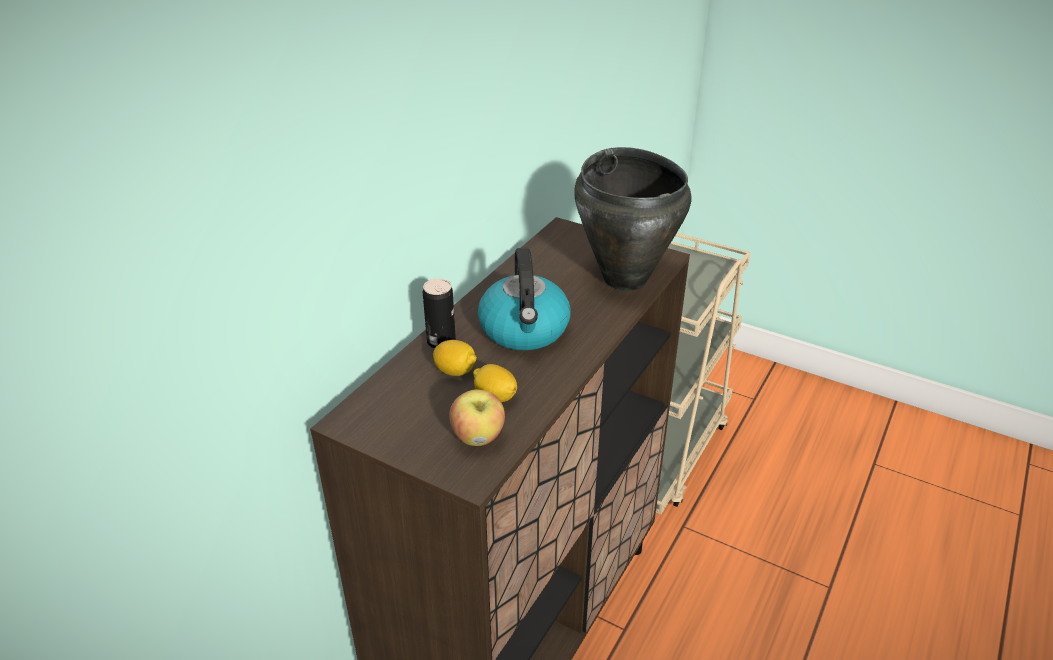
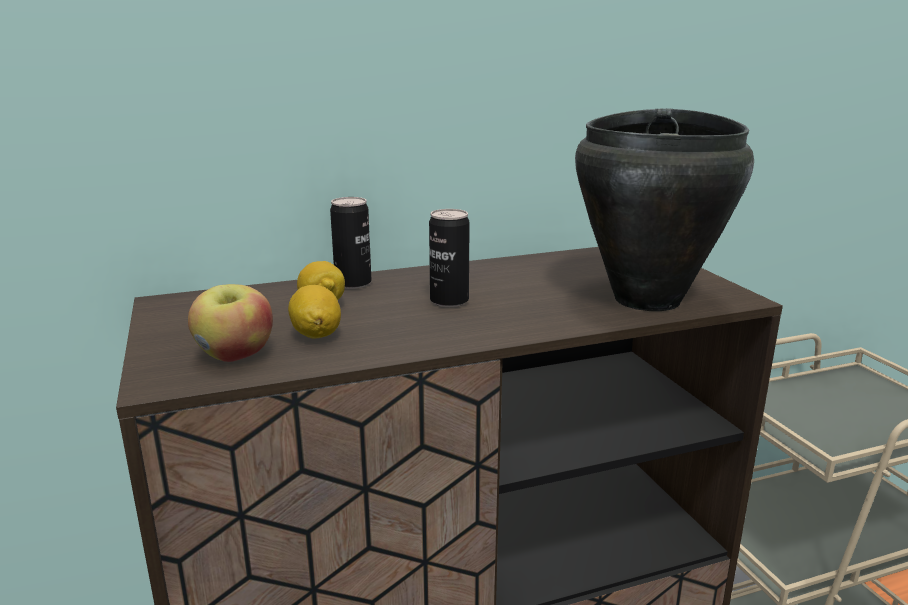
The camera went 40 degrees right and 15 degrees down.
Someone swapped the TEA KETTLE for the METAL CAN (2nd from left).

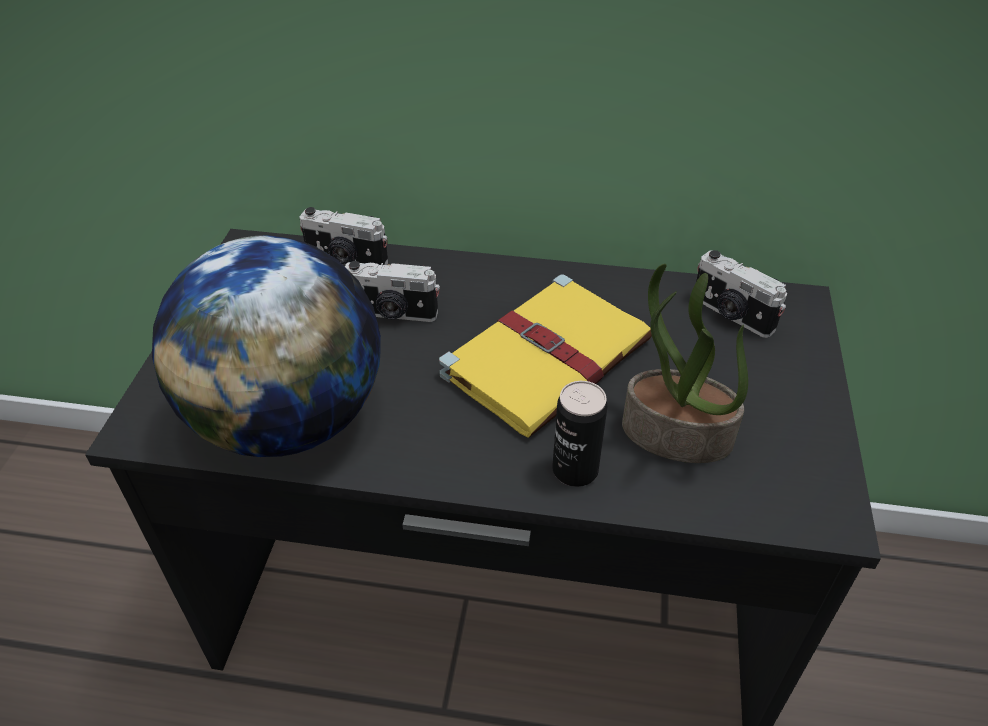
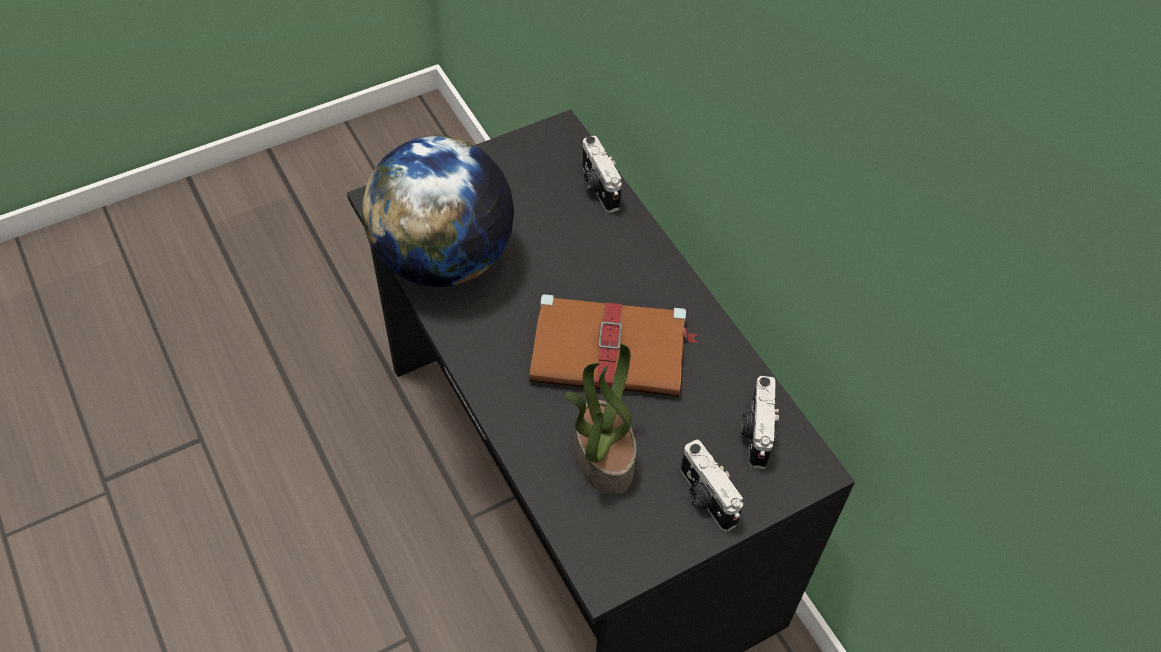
The camera went 50 degrees right and 10 degrees up.
Someone carried the STILL CAMERA (2nd from left).
Someone repainted the YELLOW-COLOURED VOLUME, which became the BROWN VOLUME.
Someone took away the METAL CAN.

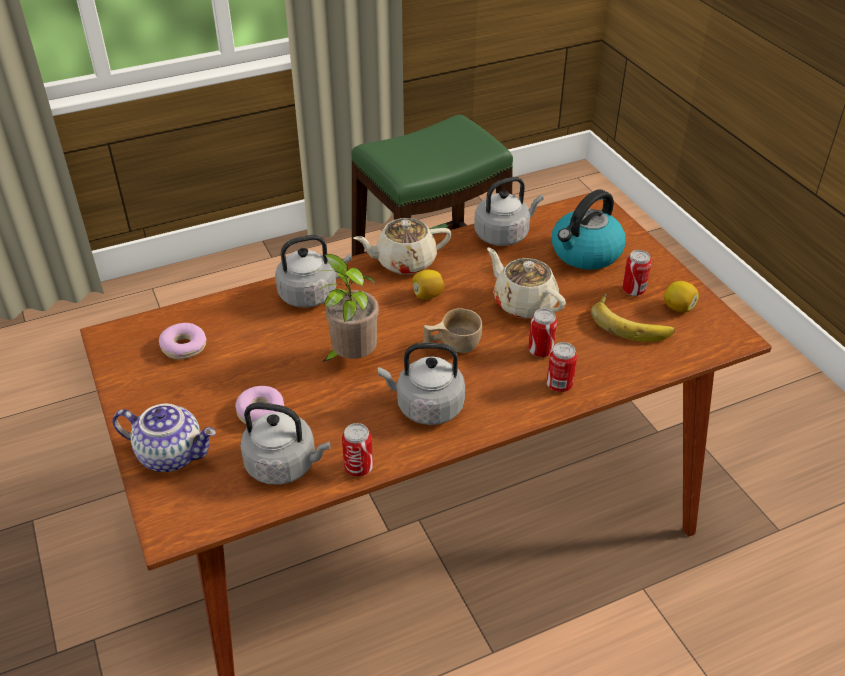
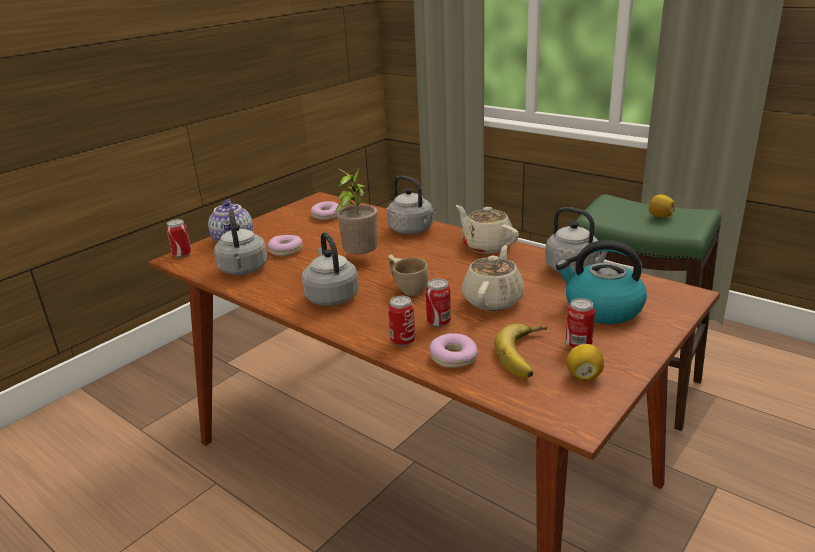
The camera went 65 degrees right and 15 degrees down.
Someone carried the METAL CAN (1st from left).
Someone carried the CITRUS FRUIT (1st from left in the first image).
Someone put down the RING DOUGHNUT (3rd from left).

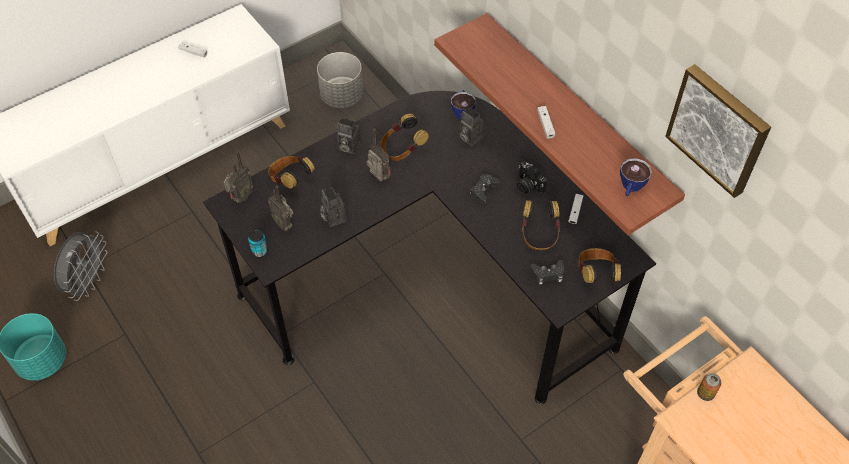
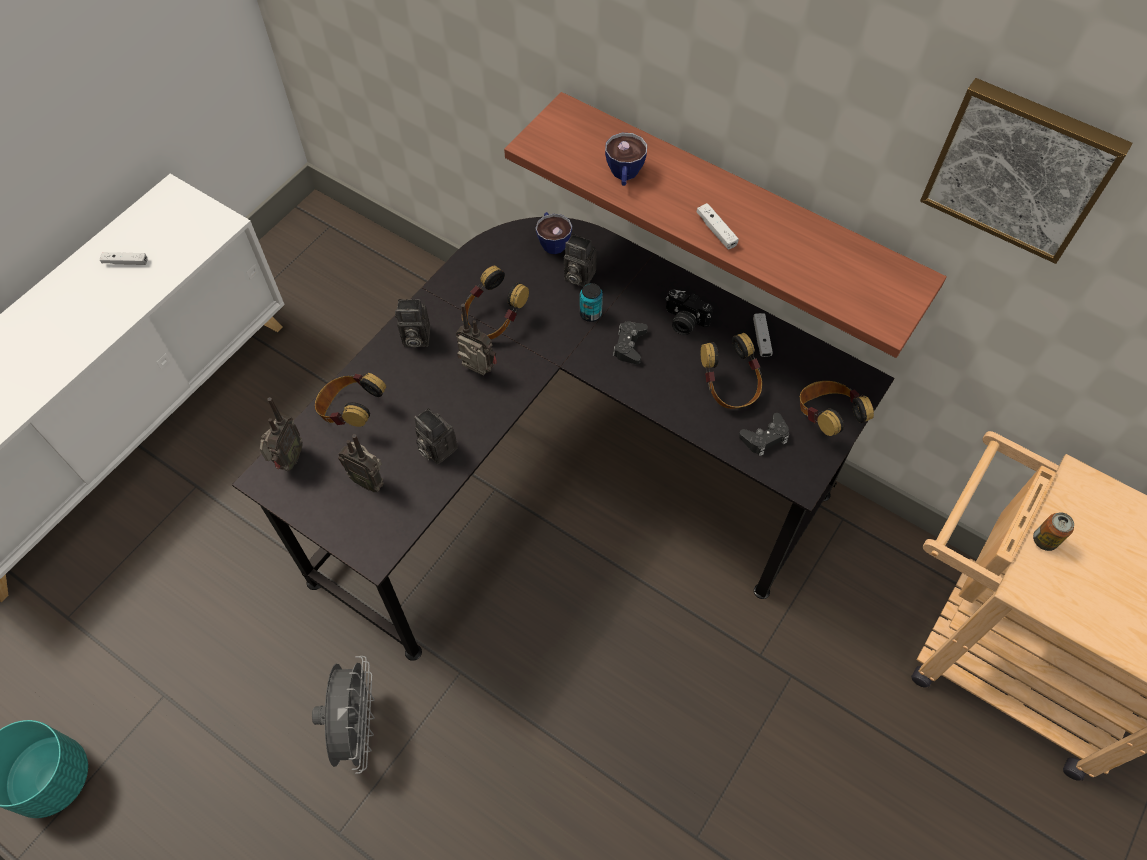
The camera went 20 degrees left and 5 degrees up.
Someone carried the GRAY FAN.
Someone carried the METAL CAN (1st from left).
Someone took away the GRAY PLANTER.
Someone carried the CUP (2nd from left).

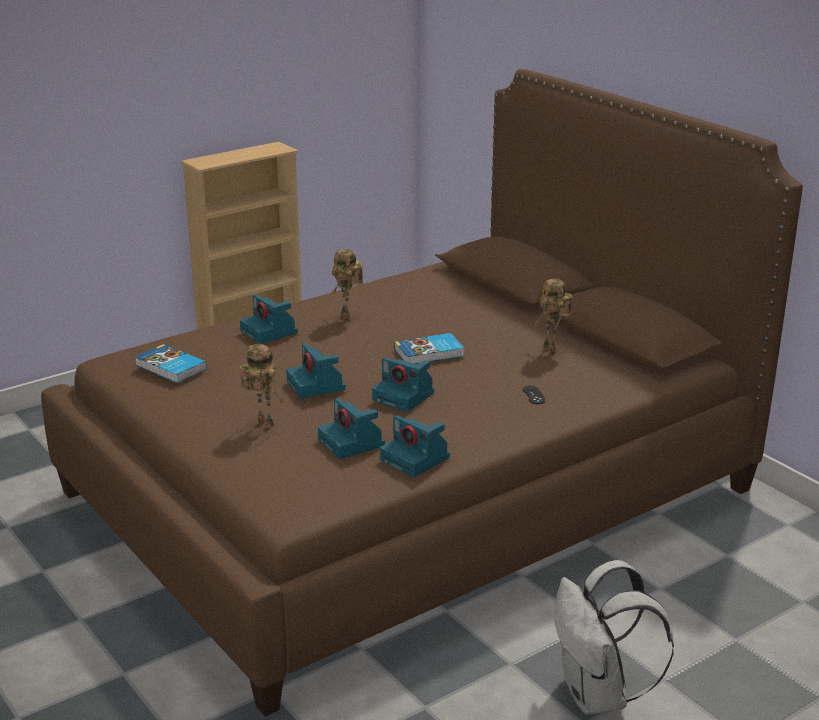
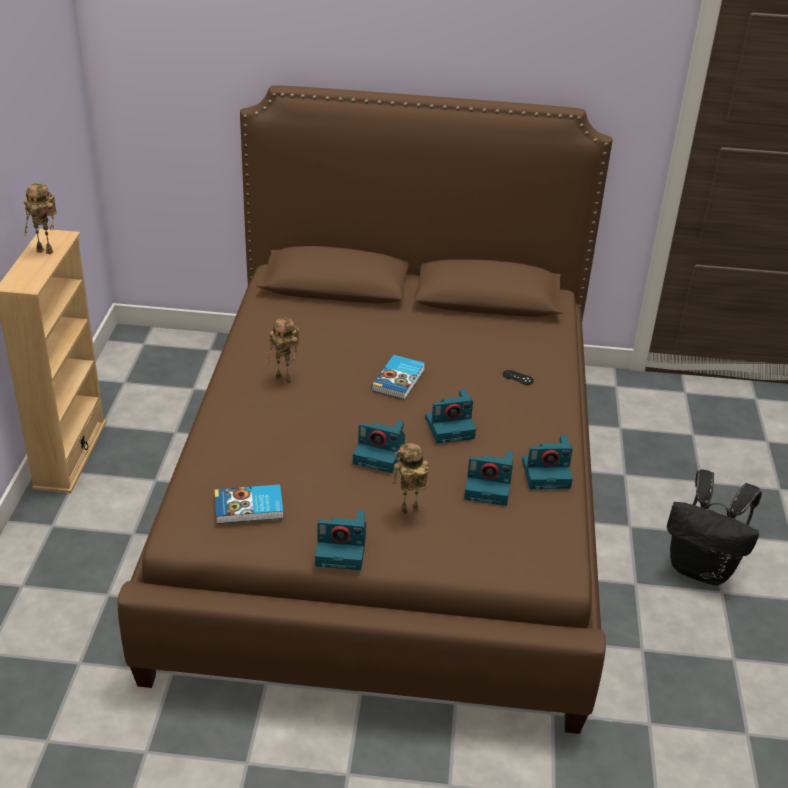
The camera went 50 degrees left and 10 degrees up.
Someone carried the STILL CAMERA (1st from left).
Someone carried the TOY ROBOT (3rd from left in the first image).
Someone repainted the WHITISH KNAPSACK, which became the BLACK-COLOURED KNAPSACK.

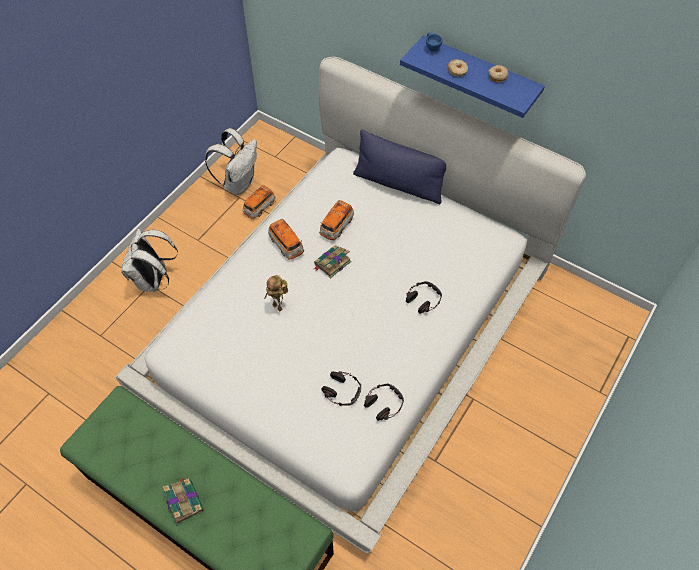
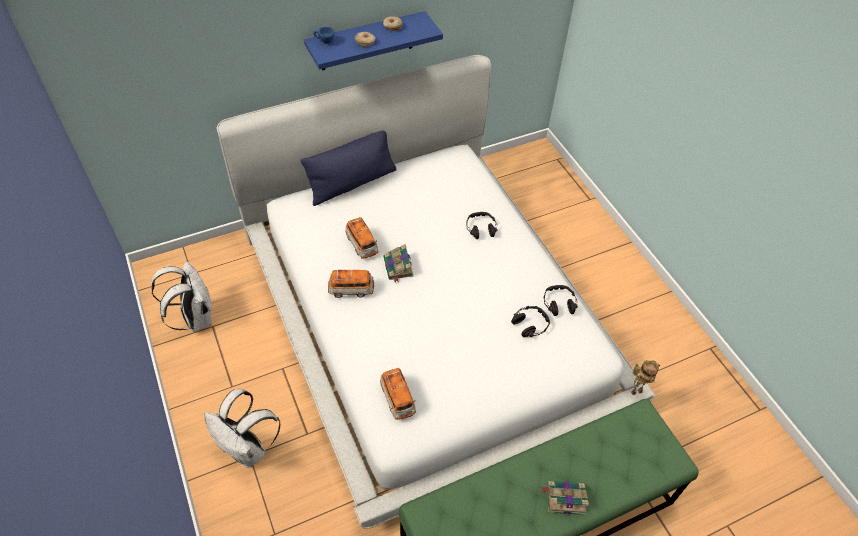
The camera went 60 degrees left and 5 degrees down.
Someone carried the MINIATURE CAR (1st from left in the first image).
Someone carried the TOY ROBOT.

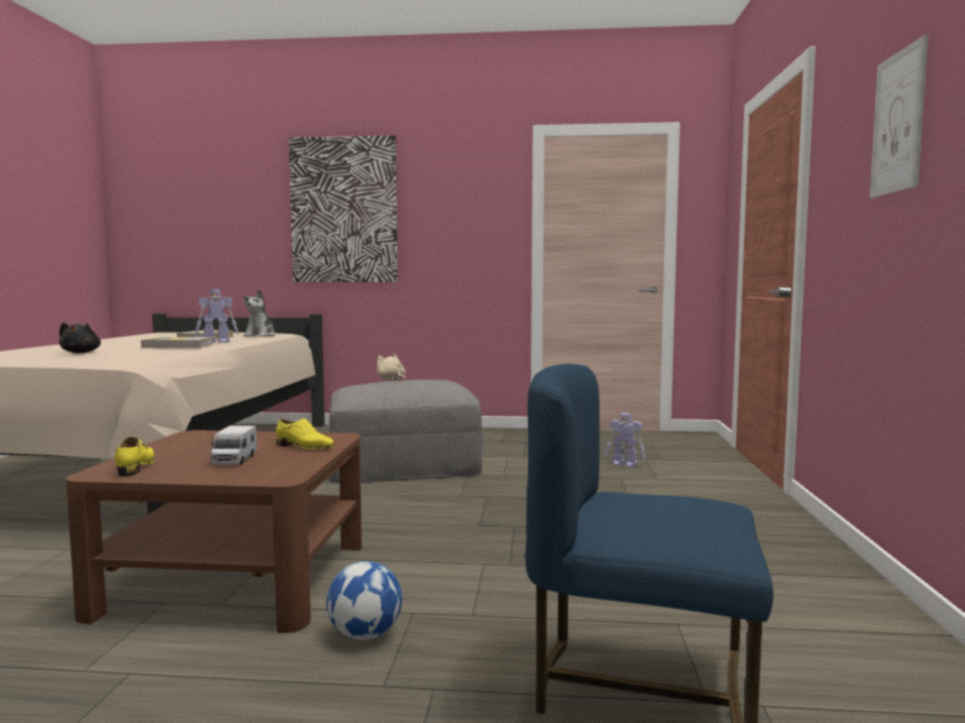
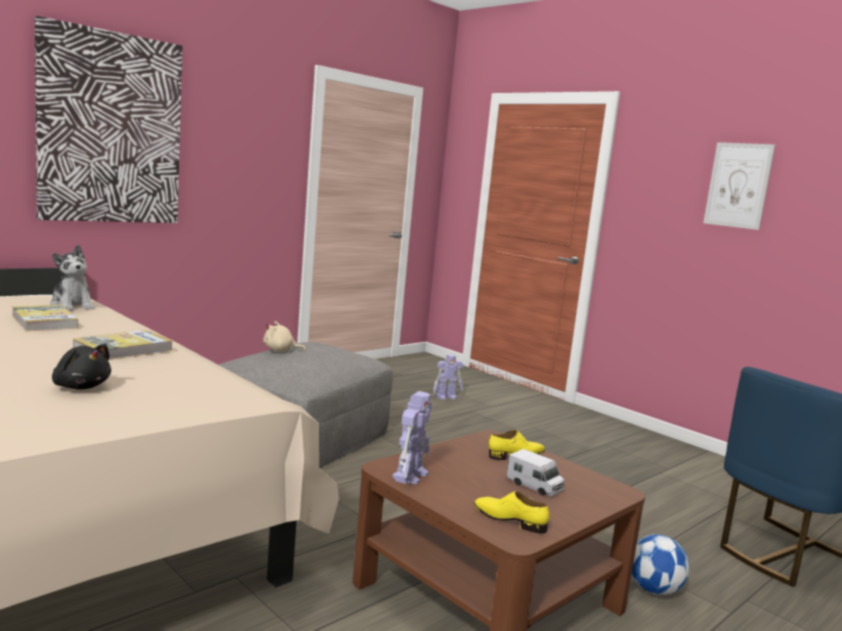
The camera went 50 degrees left and 5 degrees up.
Someone carried the TOY ROBOT (1st from left).

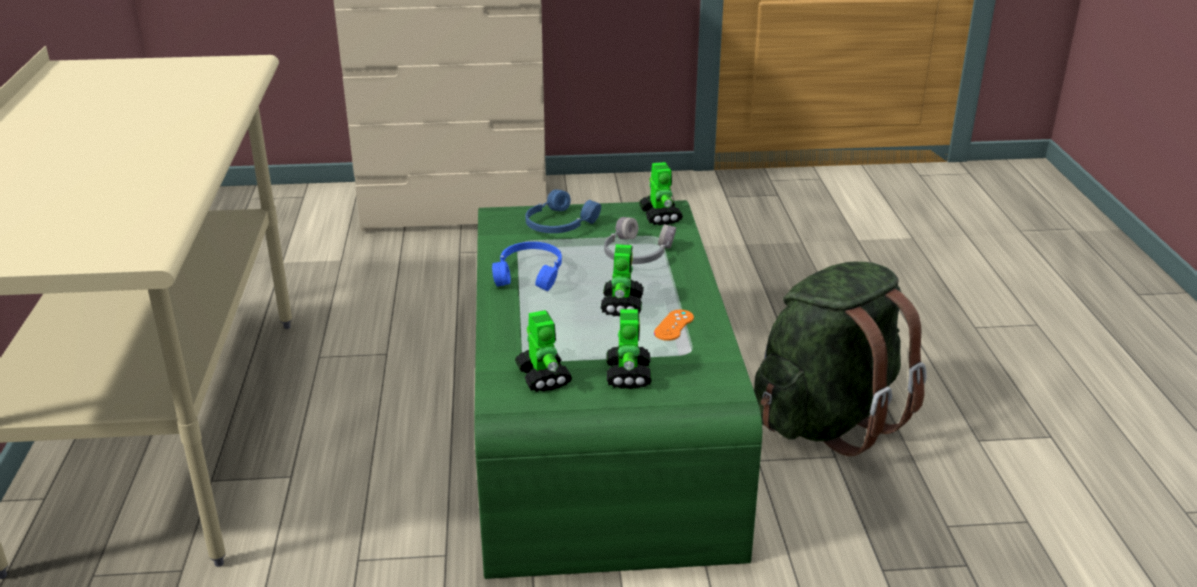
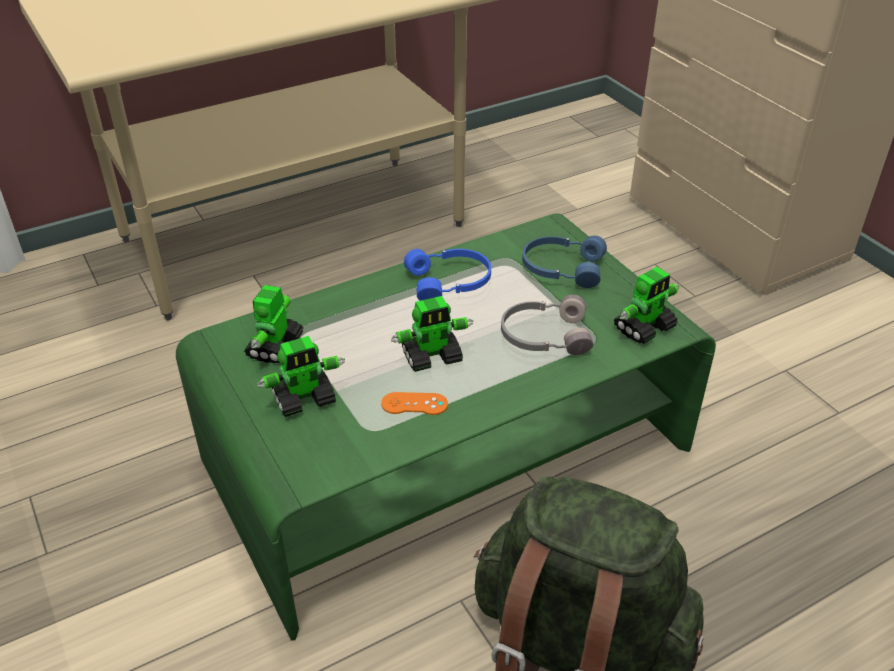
The camera went 65 degrees right and 10 degrees up.
Someone rotated the TOY ROBOT (1st from left) by 150 degrees clockwise.

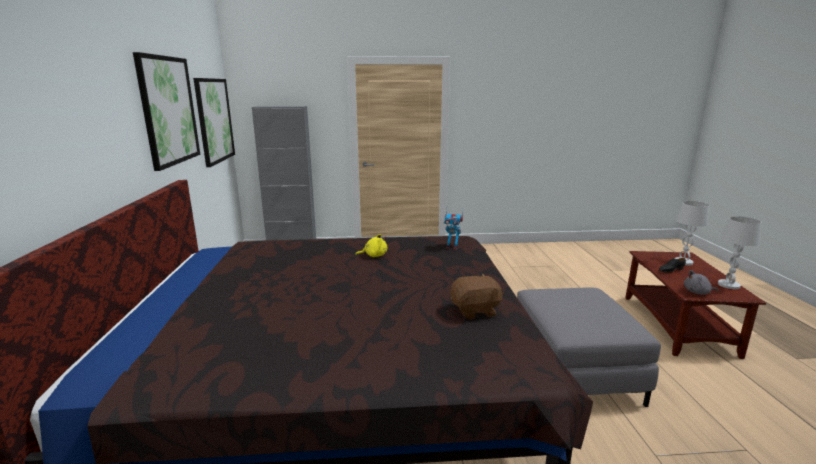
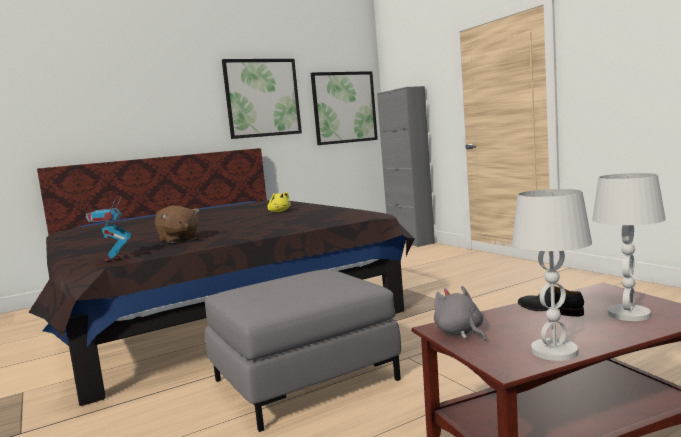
The camera went 65 degrees right and 10 degrees down.
Someone carried the TOY ROBOT.

